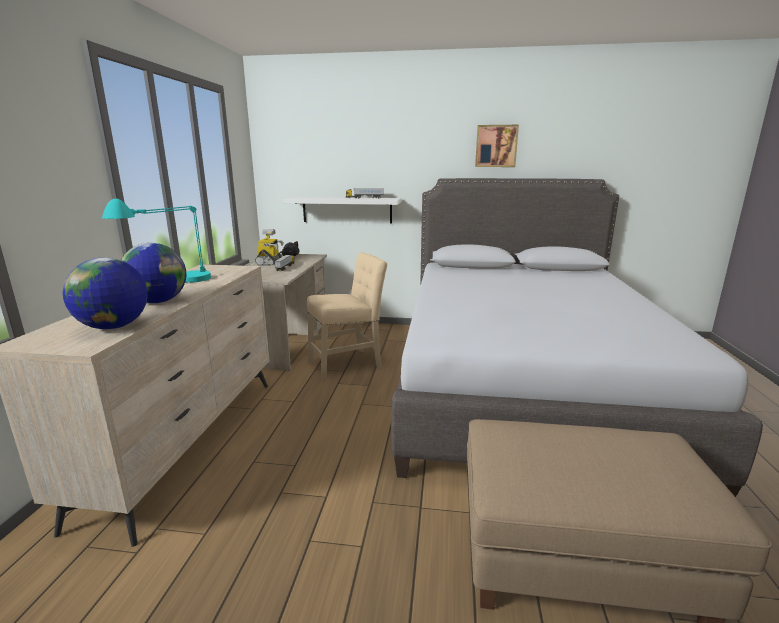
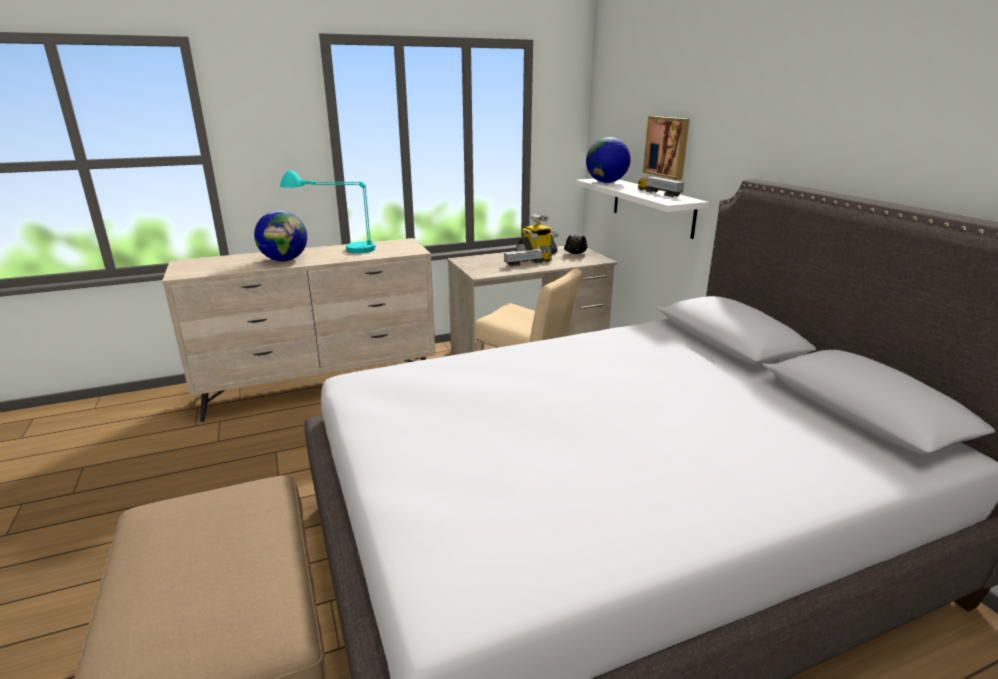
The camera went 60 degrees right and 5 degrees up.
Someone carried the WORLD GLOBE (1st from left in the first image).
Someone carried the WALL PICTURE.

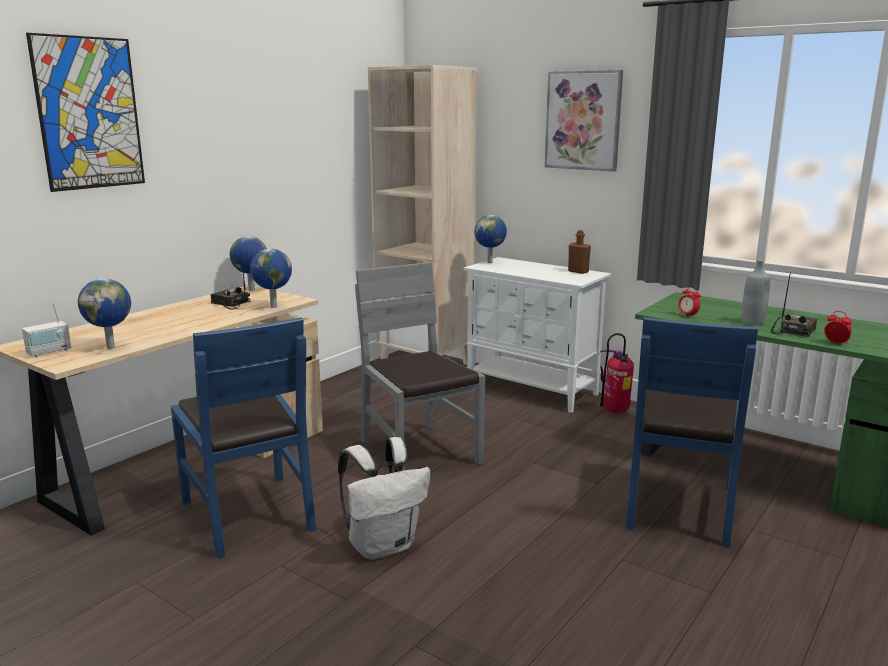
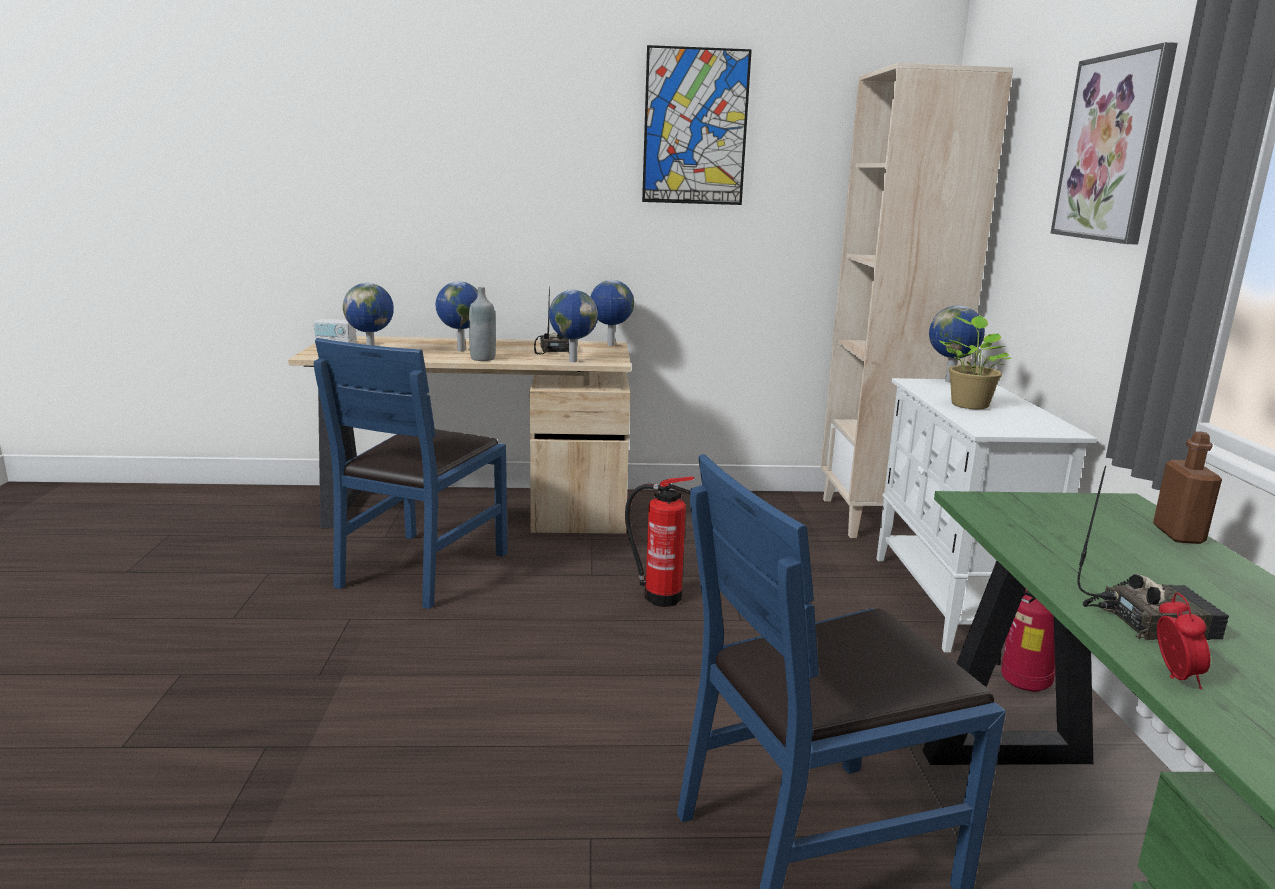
The camera went 50 degrees right and 0 degrees up.
Someone carried the WALL PICTURE (1st from left).
Someone took away the WHITISH KNAPSACK.
Someone swapped the GRAY UPRIGHT CHAIR for the FIRE-FIGHTING CYLINDER (1st from left).
Someone carried the BROWN DRINK BOTTLE.
Someone took away the TABLE CLOCK (1st from left).
Someone carried the GRAY DRINK BOTTLE.
Someone put down the WORLD GLOBE (2nd from left).
Someone put down the PLANT IN A POT.

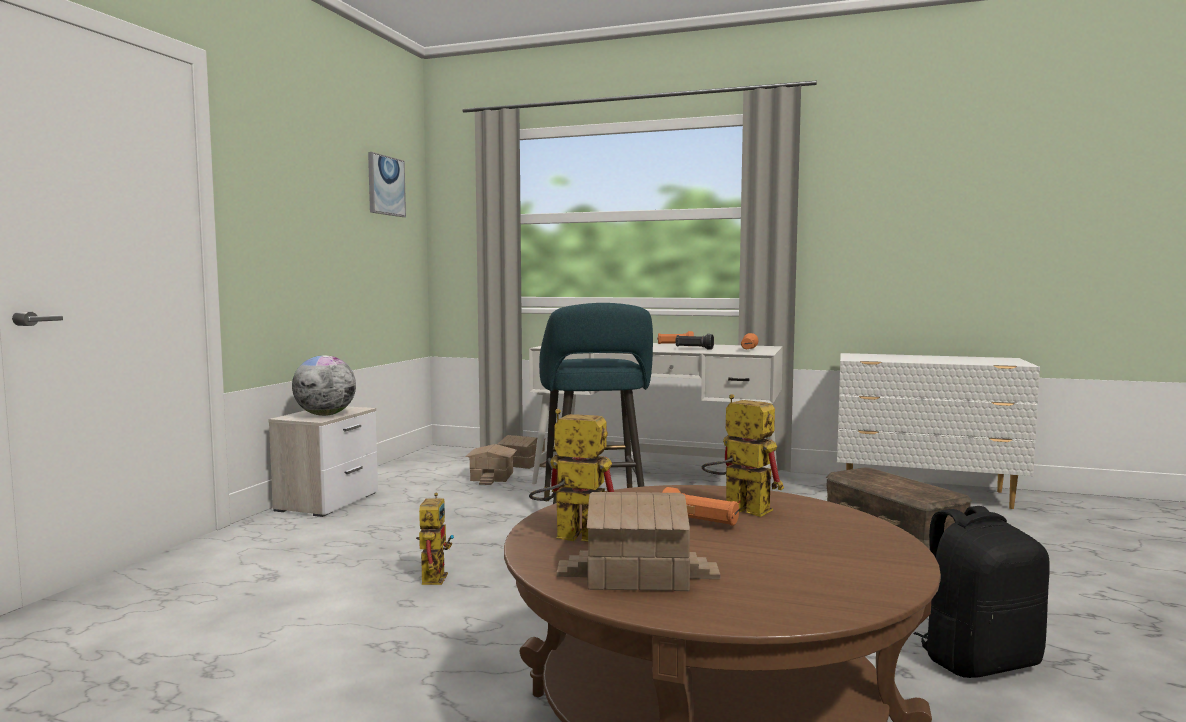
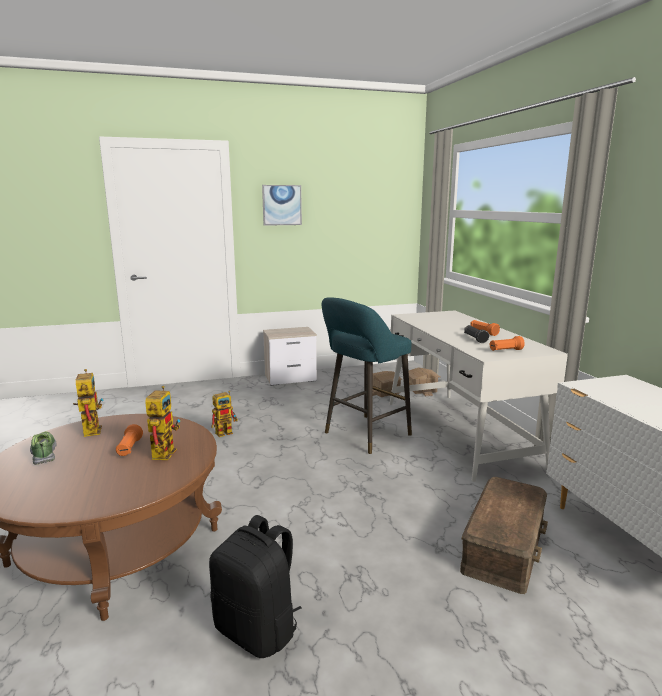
The camera went 55 degrees right and 10 degrees up.
Someone took away the WORLD GLOBE.
Someone carried the WALL PICTURE.
Someone swapped the TOY HOUSE (3rd from left) for the ITEM OF FOOTWEAR.

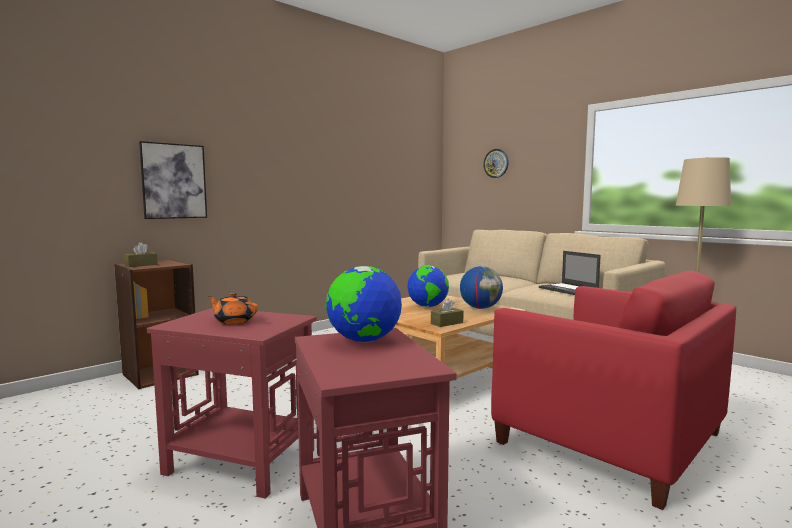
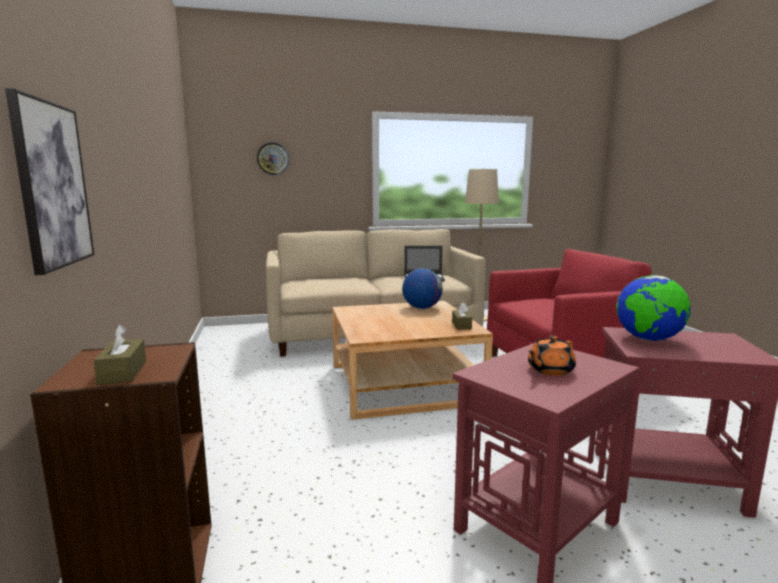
The camera went 60 degrees left and 5 degrees up.
Someone took away the WORLD GLOBE (2nd from left).

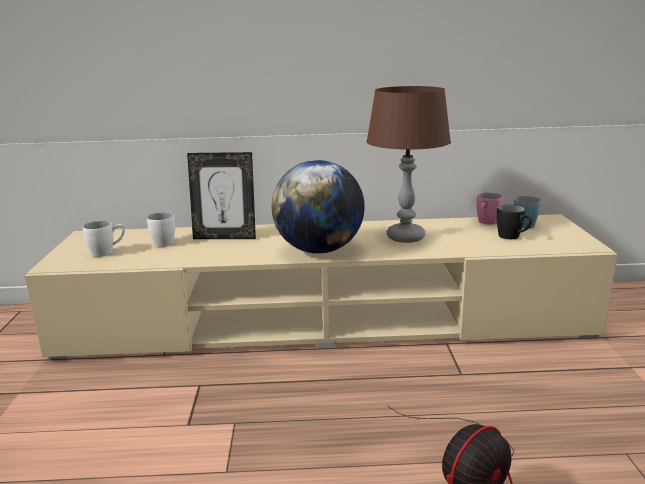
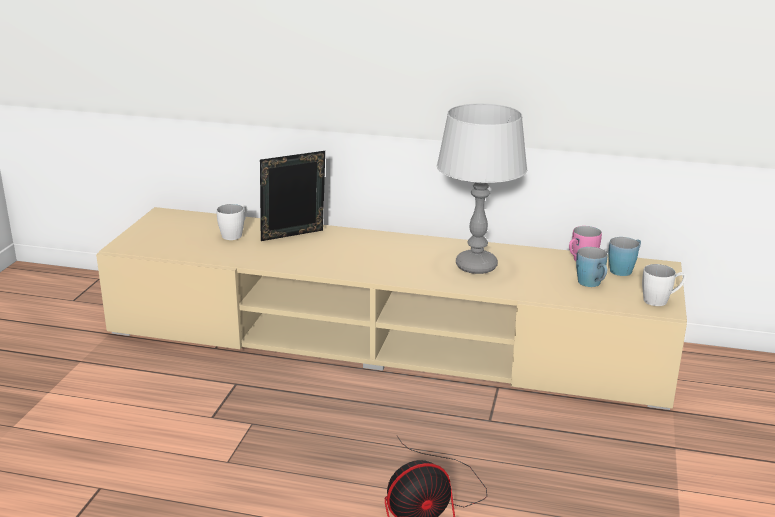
The camera went 15 degrees right and 5 degrees up.
Someone carried the WHITISH TEA MUG (1st from left in the first image).
Someone rotated the PICTURE FRAME by 135 degrees clockwise.
Someone took away the WORLD GLOBE.
Someone repainted the BROWN LAMP FOR A TABLE, which became the GRAY LAMP FOR A TABLE.
Someone repainted the BLACK-COLOURED TEA MUG, which became the BLUISH TEA MUG (1st from left).

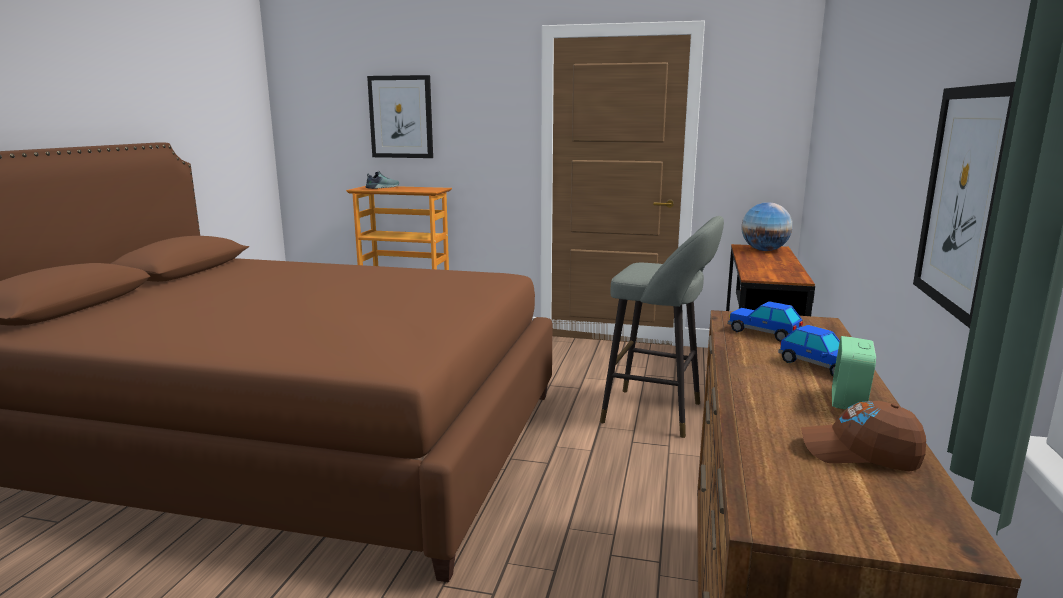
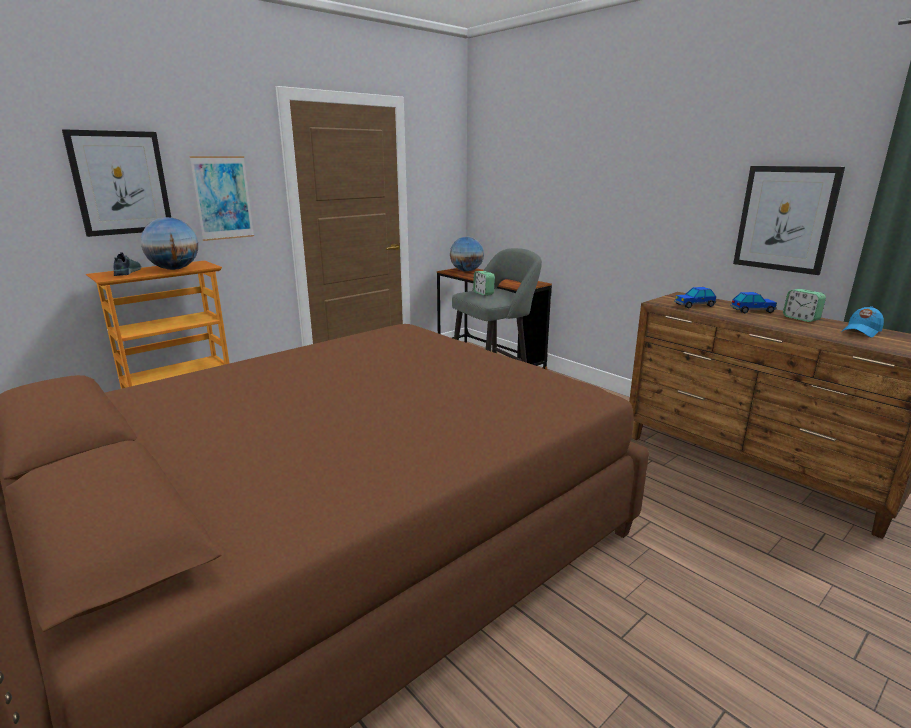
The camera went 55 degrees left and 5 degrees up.
Someone repainted the BROWN BASEBALL CAP, which became the BLUISH BASEBALL CAP.
Someone put down the WORLD GLOBE (1st from left).
Someone put up the WALL PICTURE (2nd from left).
Someone put down the TABLE CLOCK (1st from left).

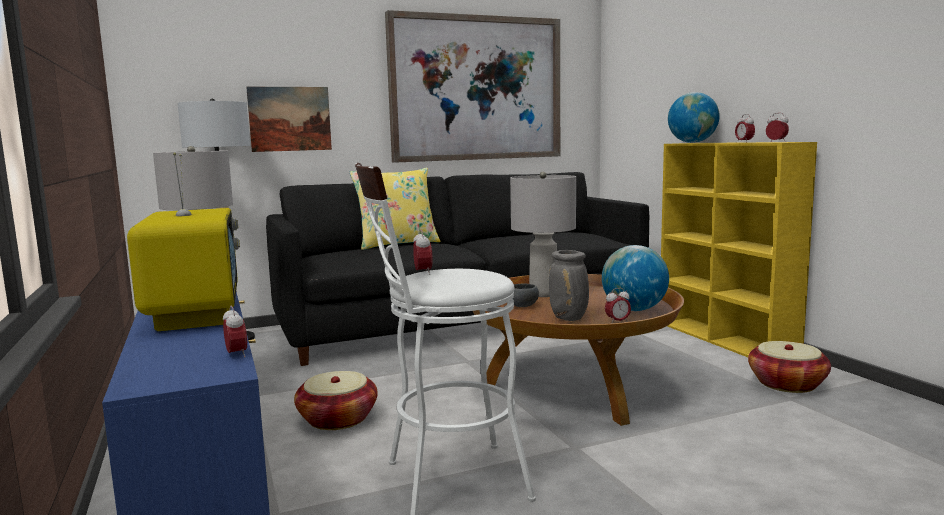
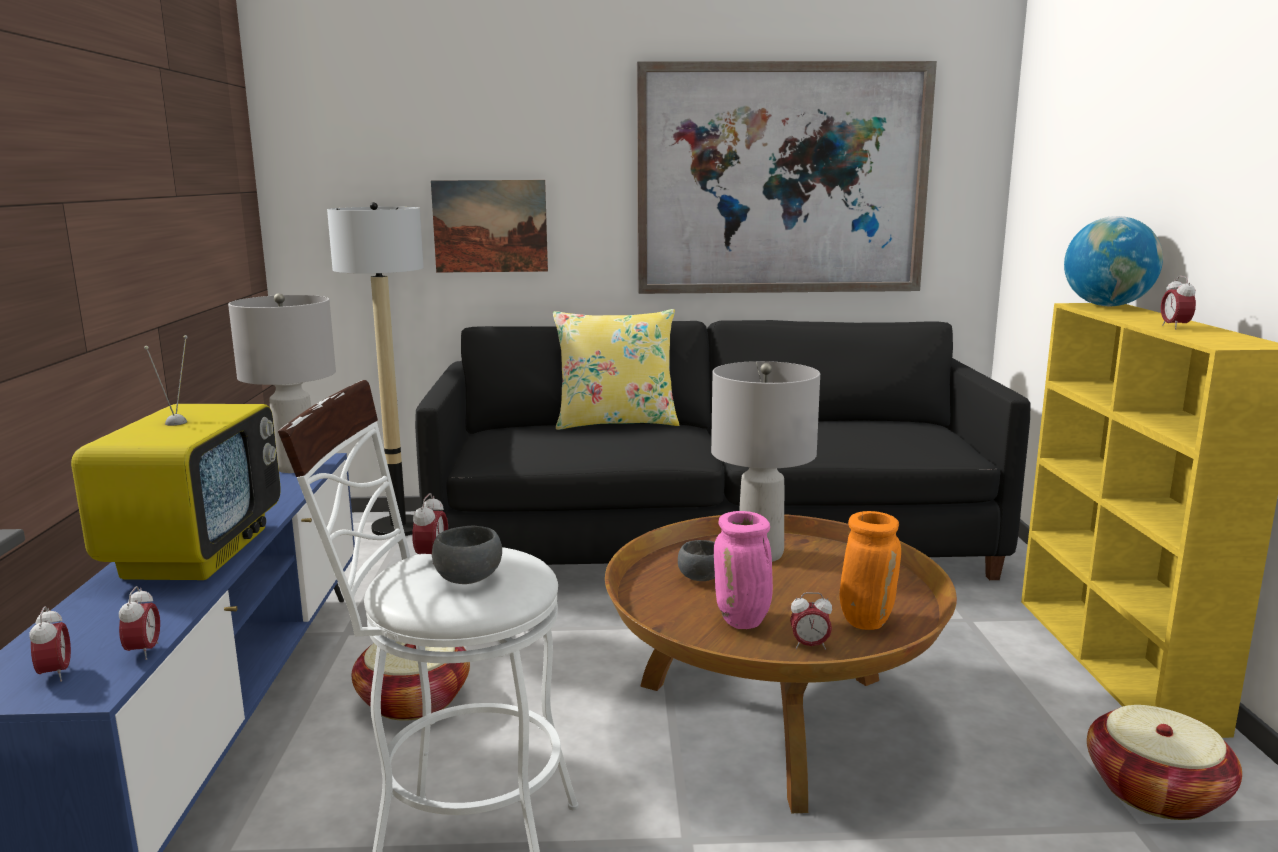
The camera went 20 degrees right and 5 degrees up.
Someone repainted the GRAY VASE, which became the PINK VASE.
Someone swapped the WORLD GLOBE (1st from left) for the ORANGEY VASE.
Someone carried the TABLE CLOCK (5th from left in the first image).
Someone put down the GRAY BOWL (1st from left).

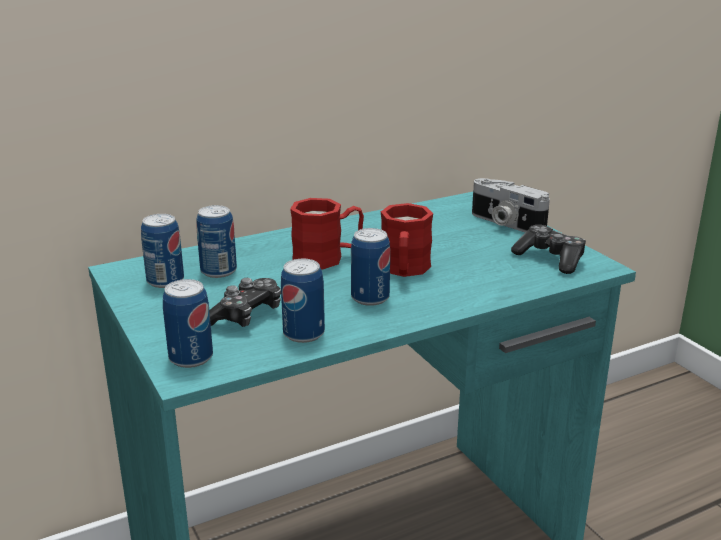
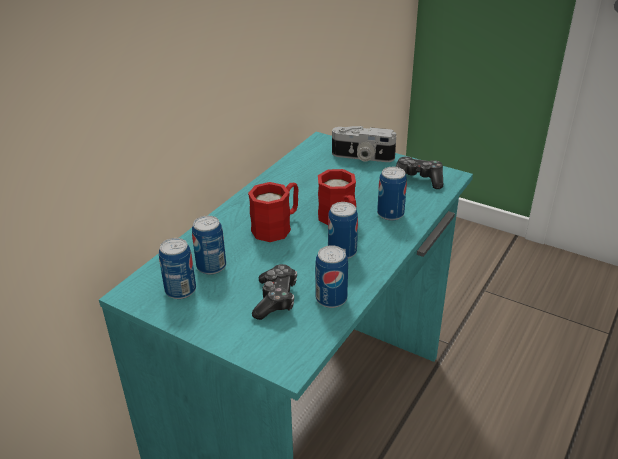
The camera went 30 degrees left and 10 degrees up.
Someone carried the METAL CAN (2nd from left in the first image).

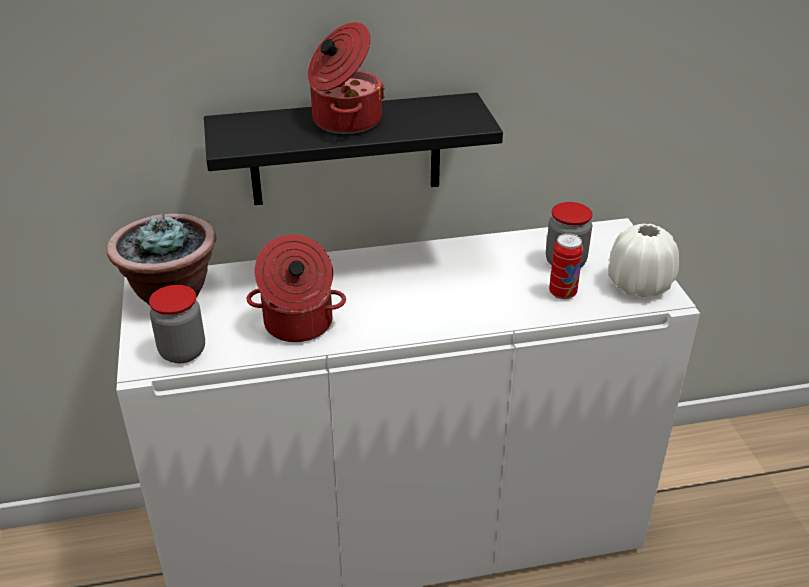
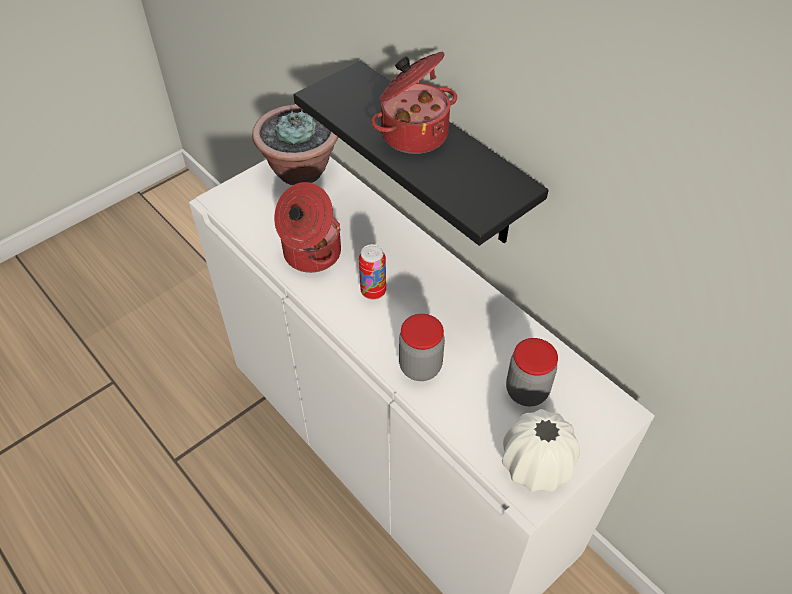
The camera went 60 degrees right and 15 degrees up.
Someone carried the STORAGE JAR (1st from left).
Someone carried the METAL CAN.

